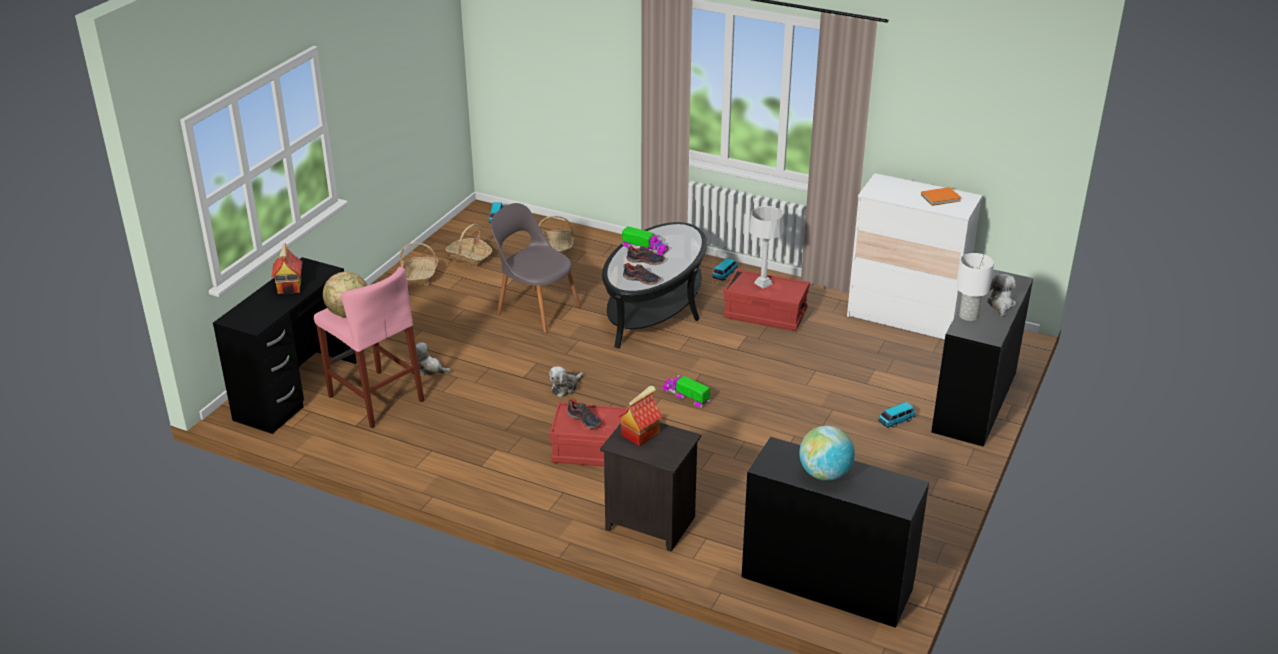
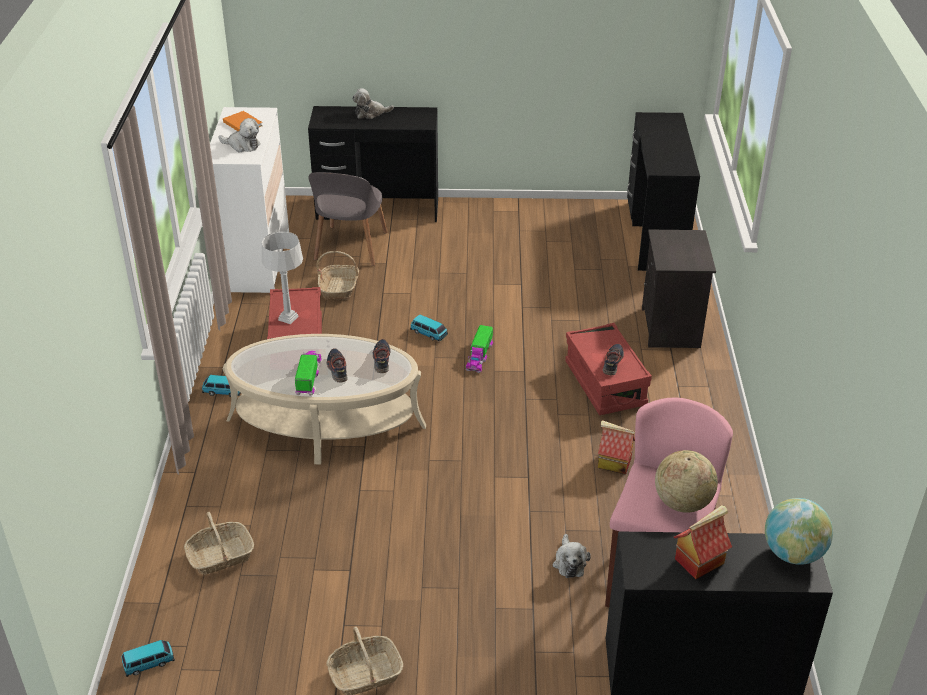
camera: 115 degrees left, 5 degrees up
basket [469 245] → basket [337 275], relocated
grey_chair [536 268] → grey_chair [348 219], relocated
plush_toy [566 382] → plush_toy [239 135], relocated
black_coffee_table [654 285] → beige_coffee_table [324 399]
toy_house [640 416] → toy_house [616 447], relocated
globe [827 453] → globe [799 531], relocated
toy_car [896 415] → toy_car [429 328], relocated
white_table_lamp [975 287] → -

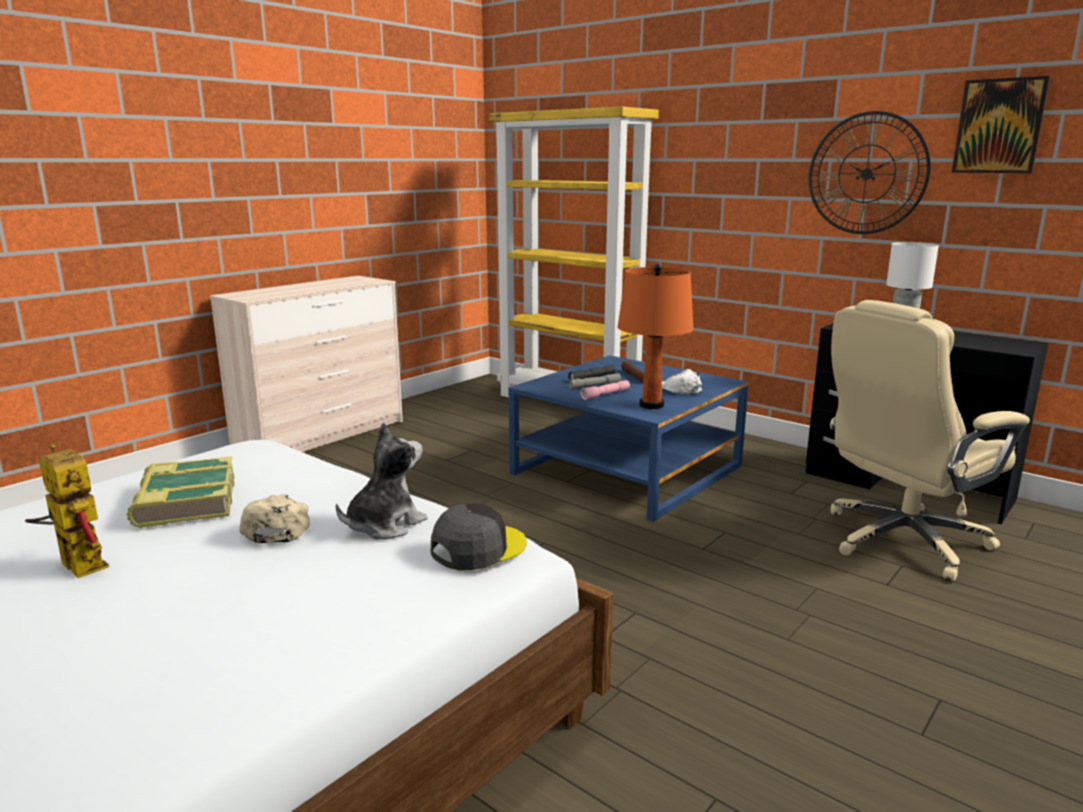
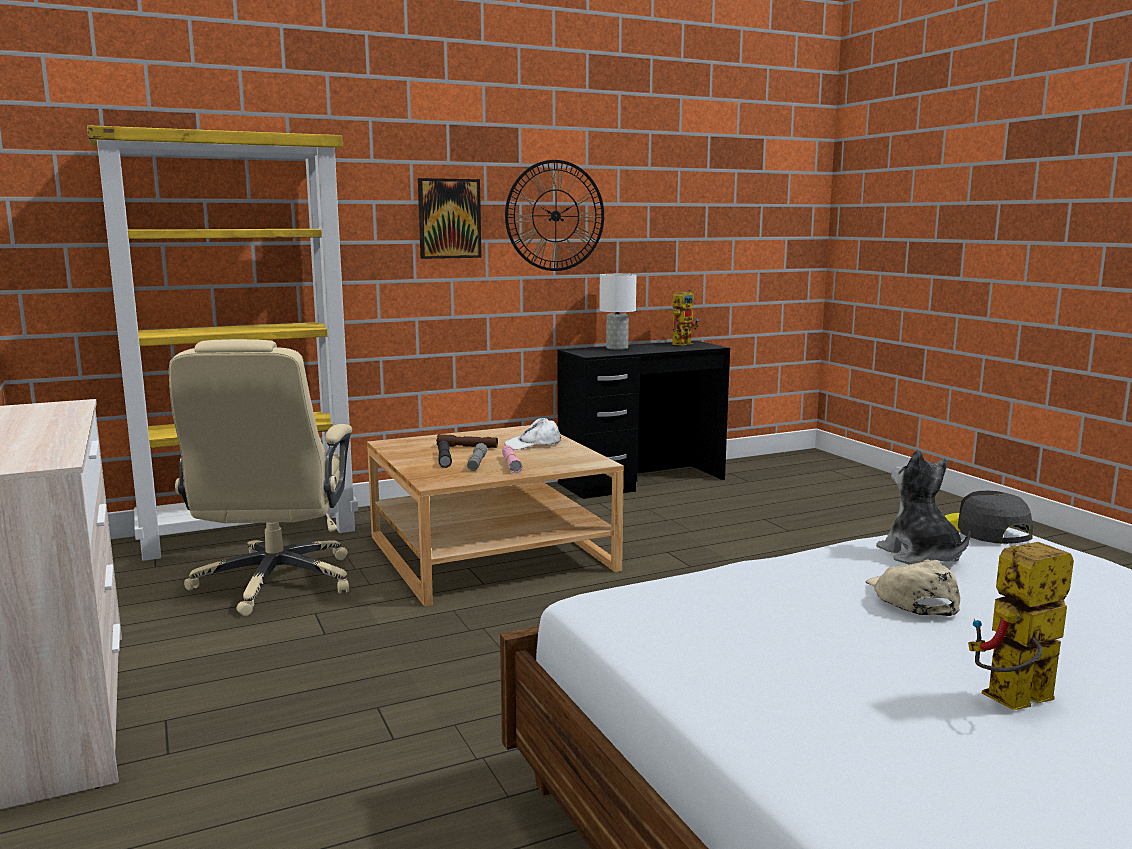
camera: 65 degrees left, 5 degrees down
book [181 492] → -
beige_cap [274 518] → beige_cap [913 588], 75 degrees clockwise
blue_coffee_table [629 438] → beige_coffee_table [495 516]
orange_table_lamp [656 336] → -
beige_office_chair [930 440] → beige_office_chair [260 477], relocated
picture [1001 124] → picture [450 218], relocated
- → toy_robot [685 317]

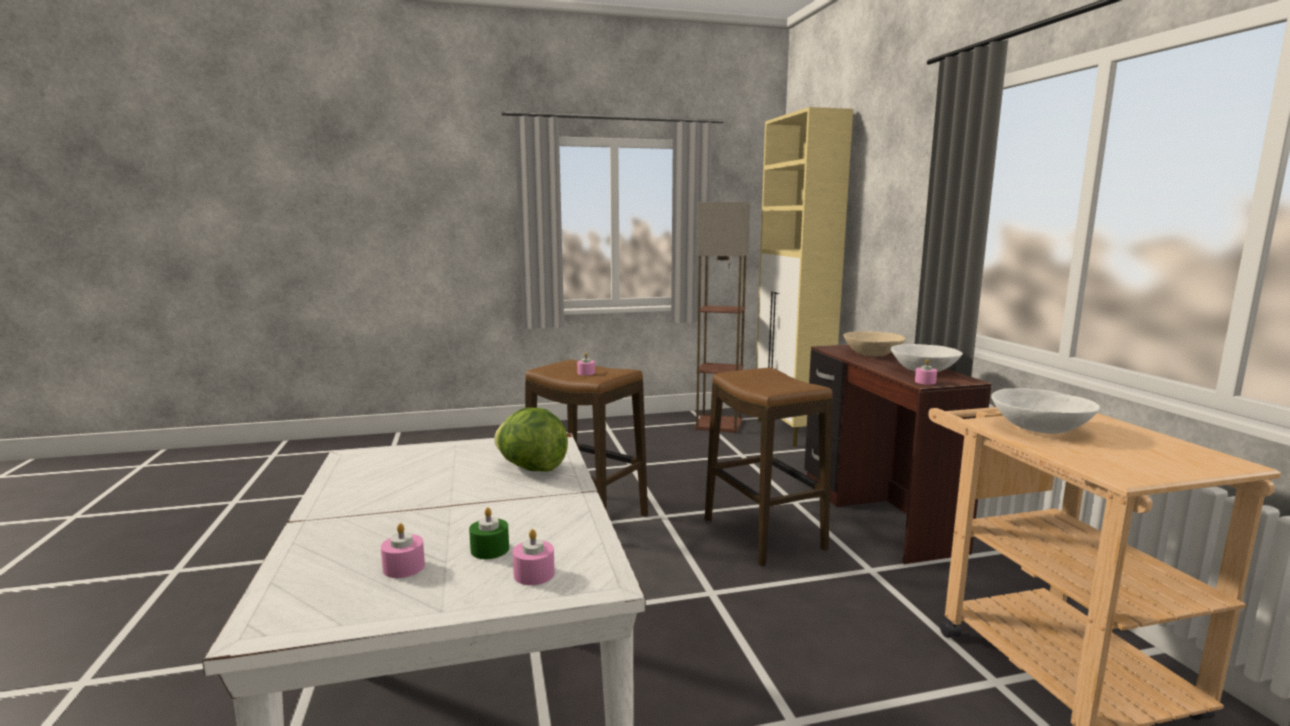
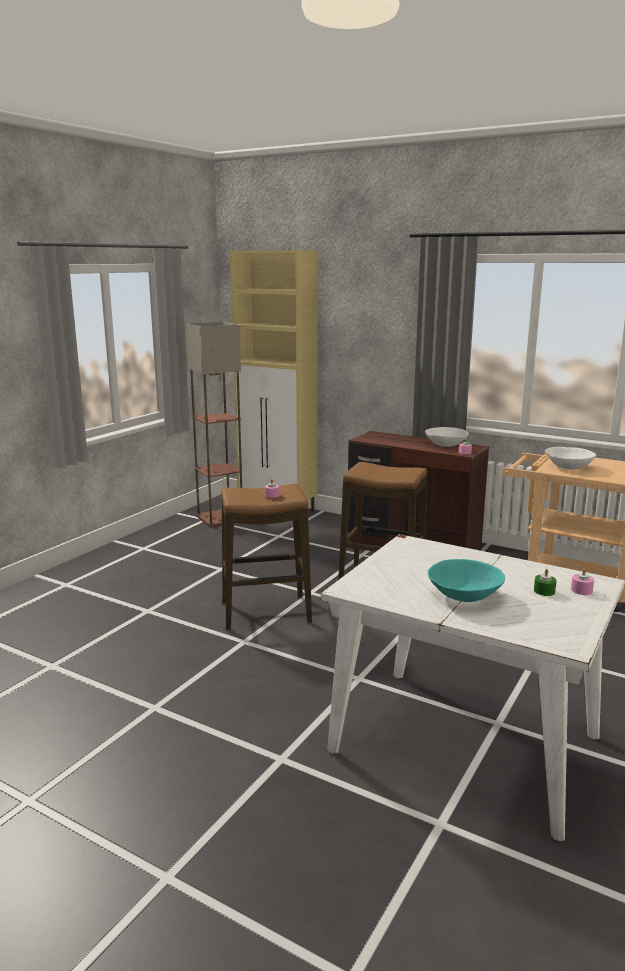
camera: 45 degrees left, 5 degrees up
pink_candle [403 550] → -
lettuce [531 440] → -
beige_bowl [874 343] → -
- → turquoise_bowl [466 580]

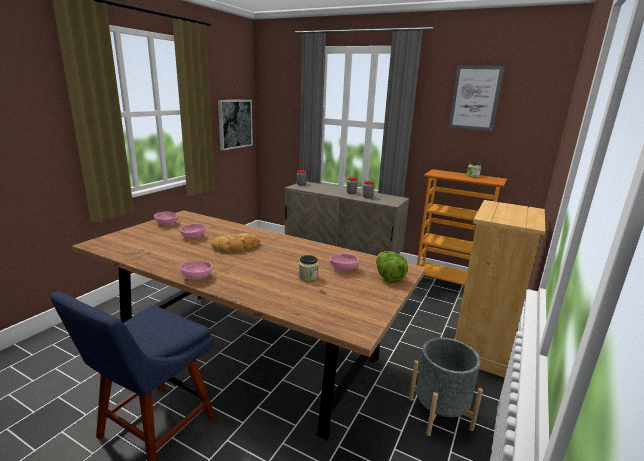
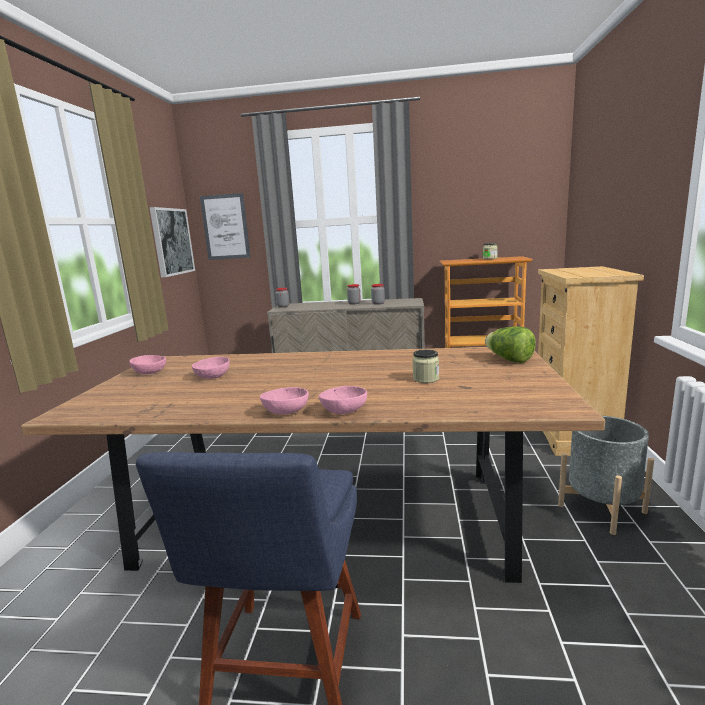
camera: 20 degrees left, 5 degrees down
bread [235 243] → -
pink_bowl [344 262] → pink_bowl [343 400], relocated
picture [476 98] → picture [225 226], relocated

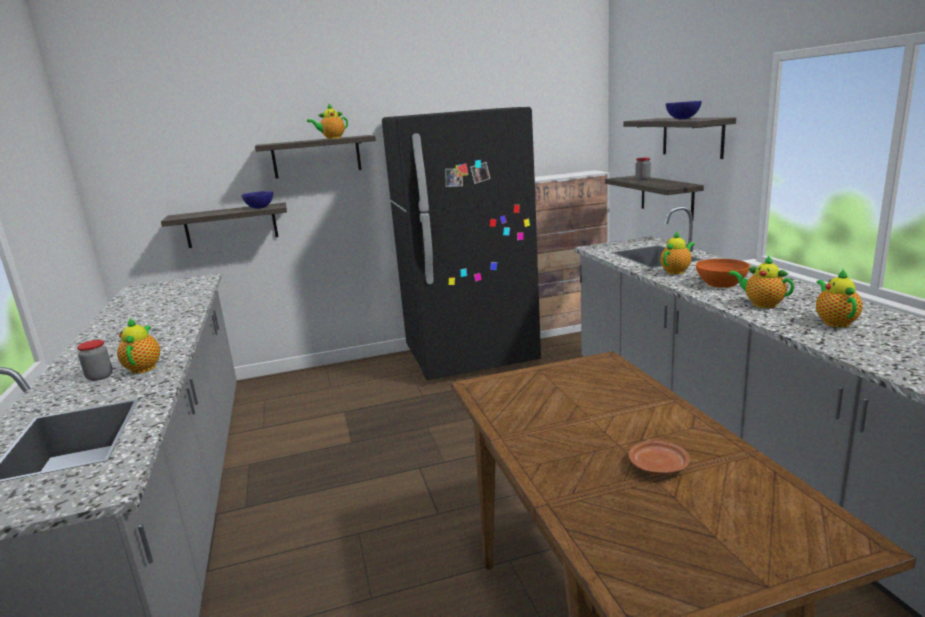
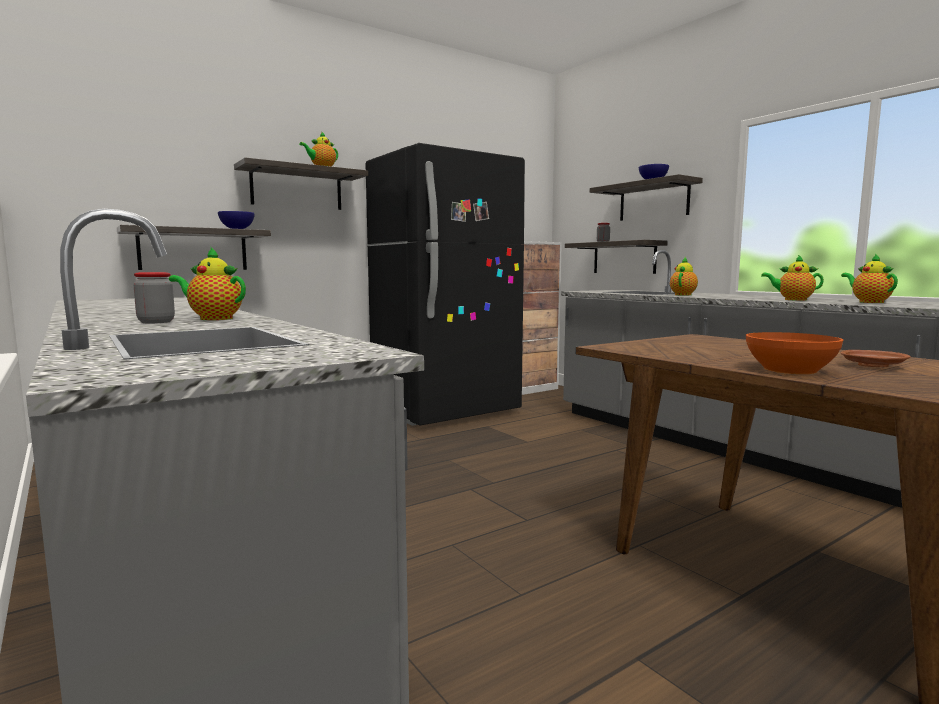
camera: 20 degrees left, 10 degrees down
teapot [138 345] → teapot [207 283], 45 degrees counterclockwise
orange_bowl [723 273] → orange_bowl [794 353], relocated

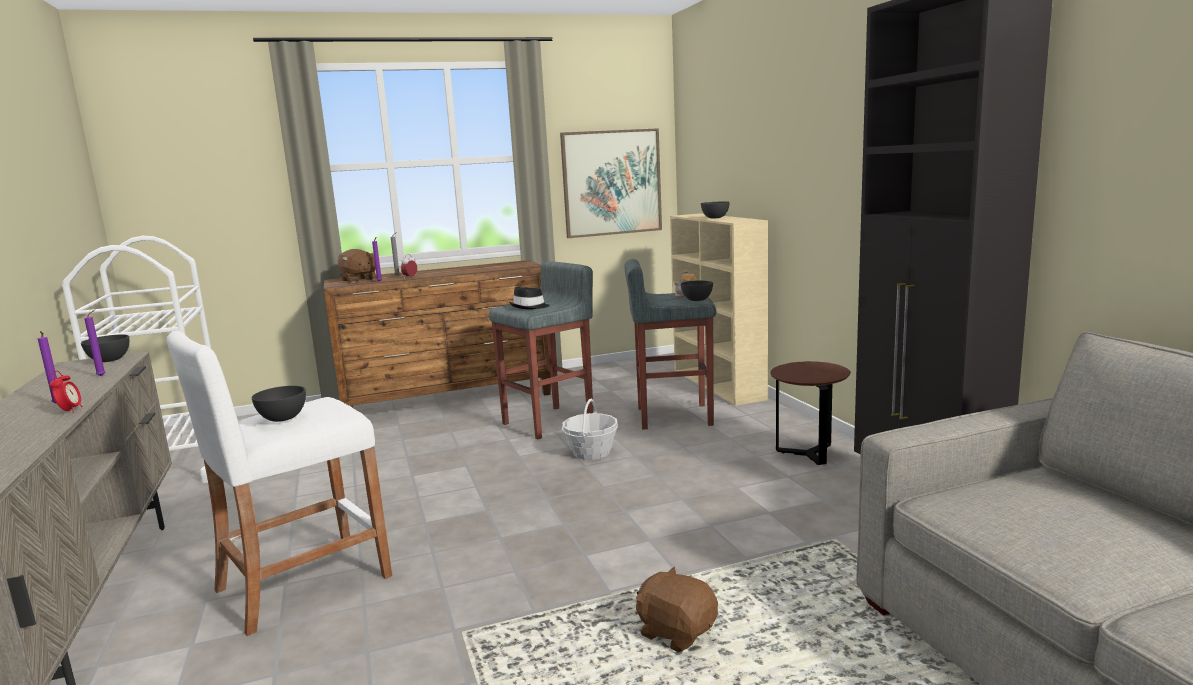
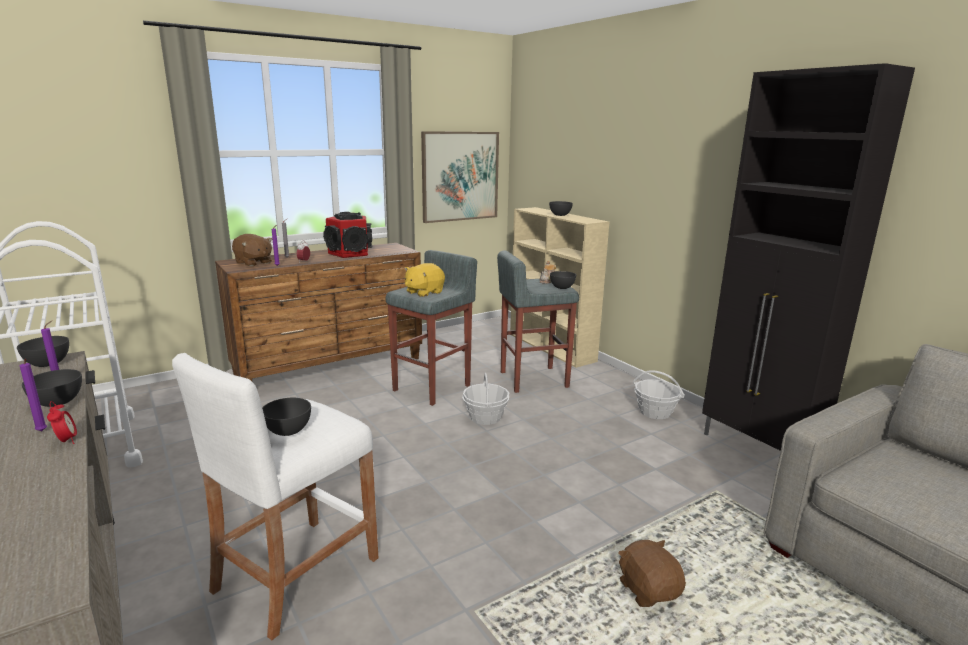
camera: 15 degrees left, 5 degrees up
black_hat [529 298] → yellow_plush_toy [425 280]
brown_plush_toy [677 609] → brown_plush_toy [652 573], 45 degrees clockwise
brown_side_table [810 413] → basket [659 394]
- → grey_bowl [52 388]
- → speaker [347 235]

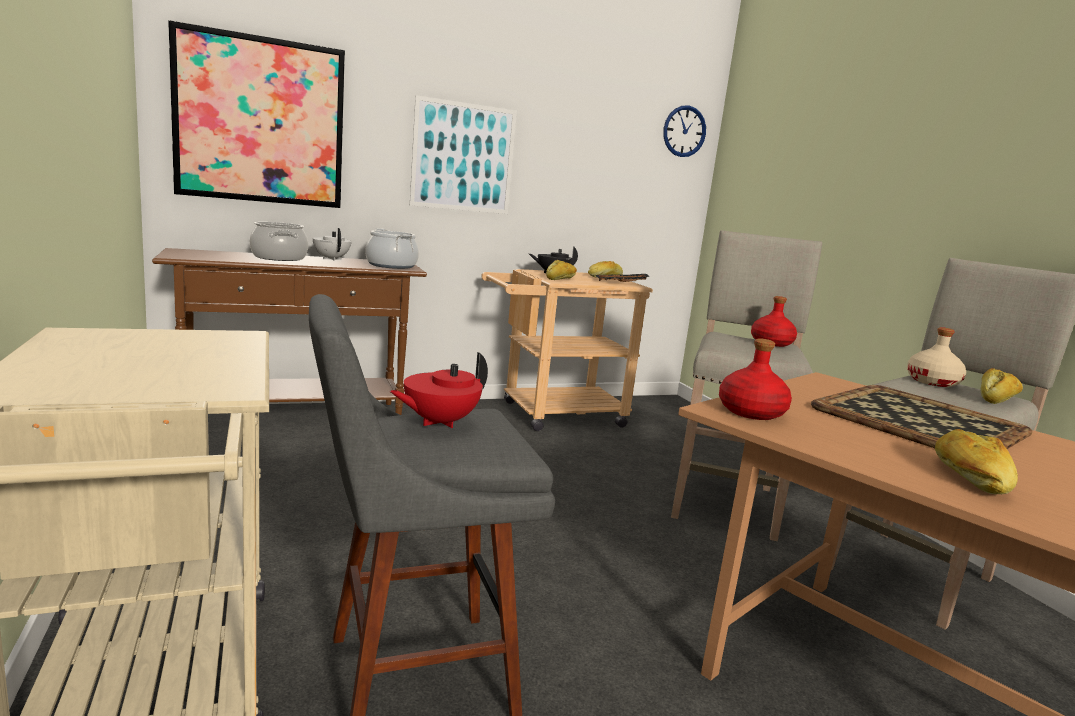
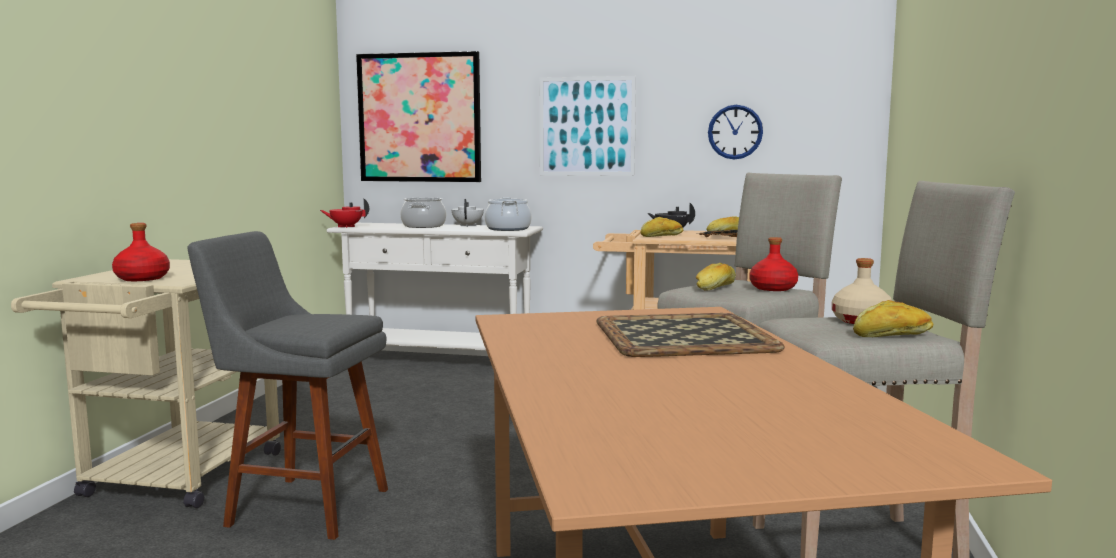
camera: 35 degrees right, 5 degrees down
brown_console_table [289 331] → white_console_table [435 287]
red_teapot [439 390] → red_teapot [344 213], relocated
wall_clock [684 131] → wall_clock [735 132], relocated
red_bottle [755 379] → red_bottle [141 252], relocated
bread [976 461] → bread [716 277], relocated

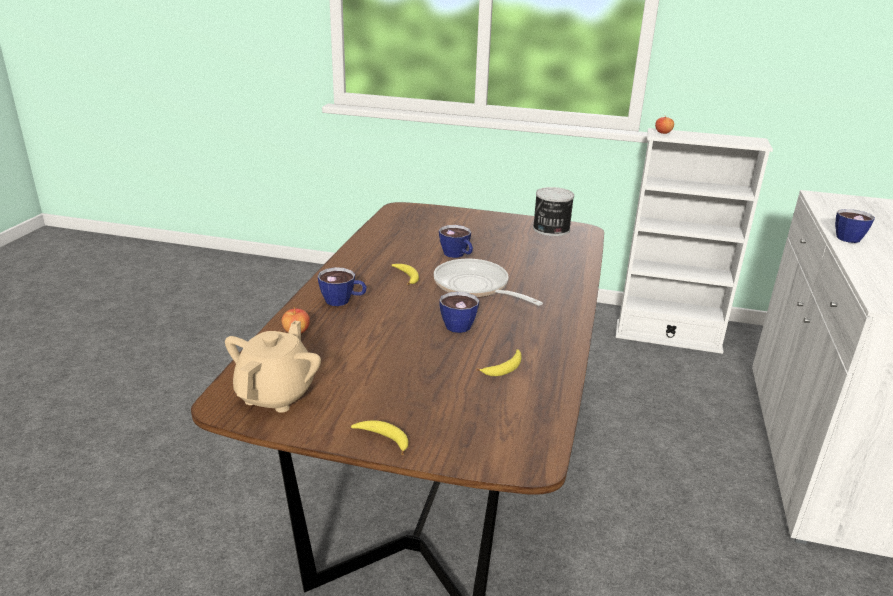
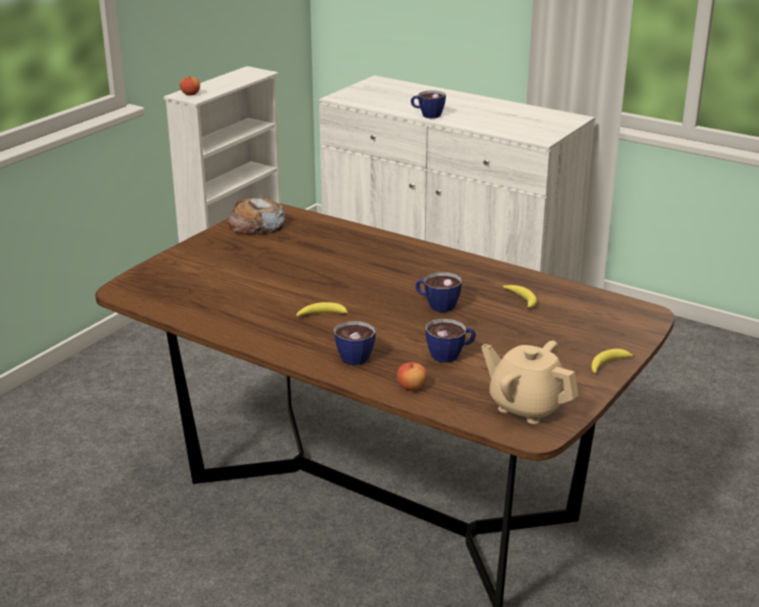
camera: 70 degrees left, 0 degrees up
frying_pan [488 282] → -
cup [456 241] → cup [450 341], relocated
can [553 211] → bread [256 216]

